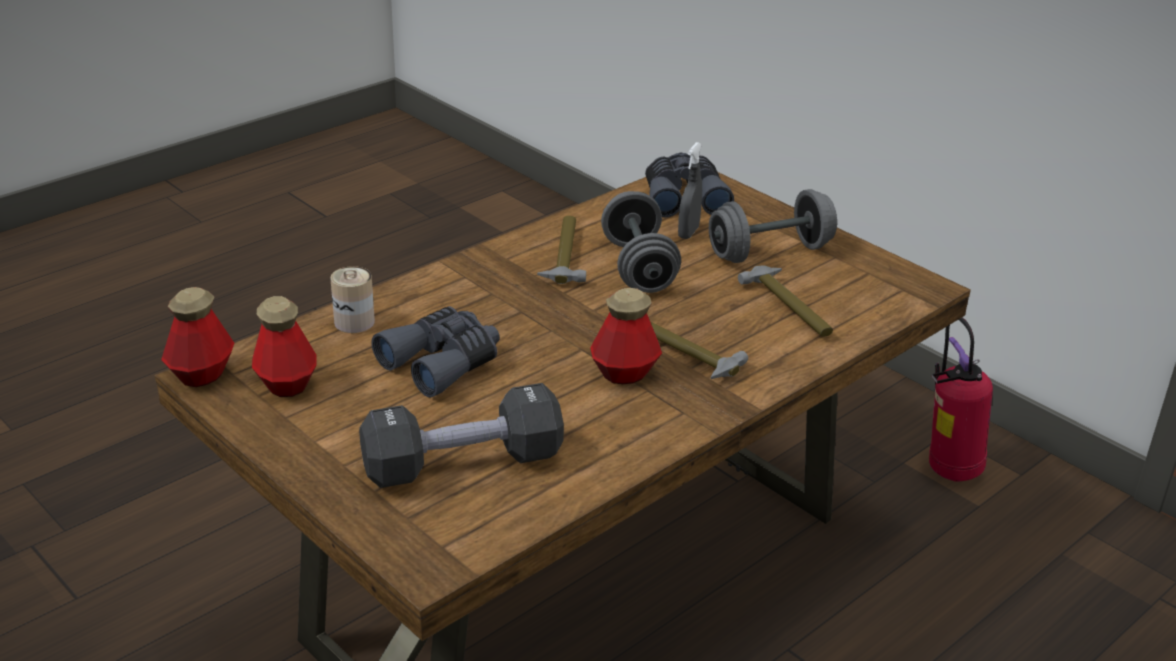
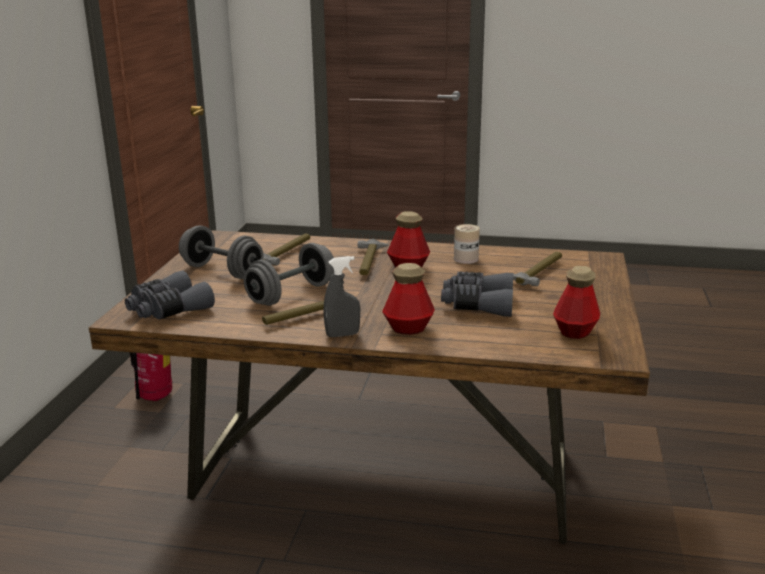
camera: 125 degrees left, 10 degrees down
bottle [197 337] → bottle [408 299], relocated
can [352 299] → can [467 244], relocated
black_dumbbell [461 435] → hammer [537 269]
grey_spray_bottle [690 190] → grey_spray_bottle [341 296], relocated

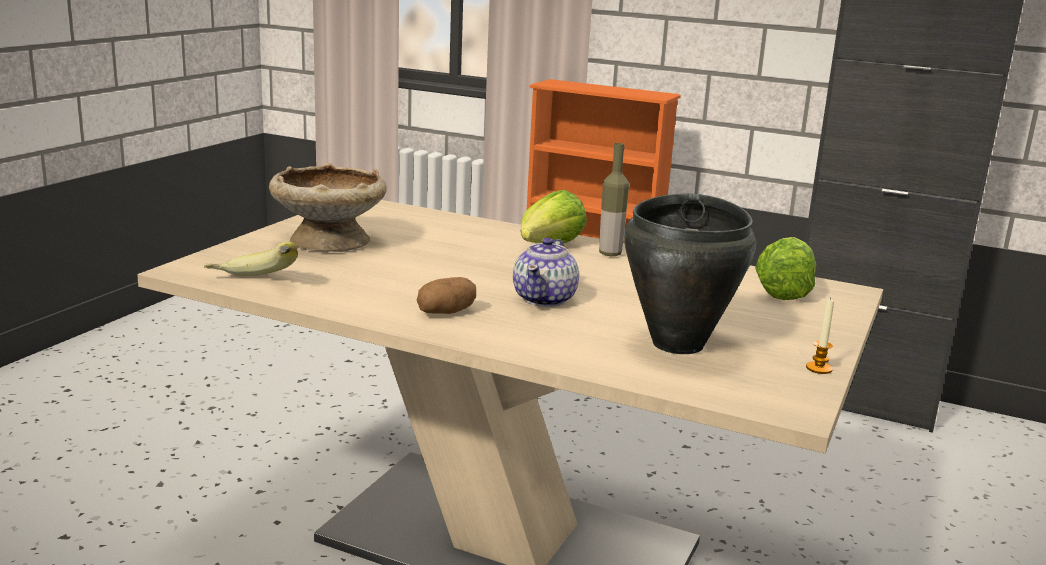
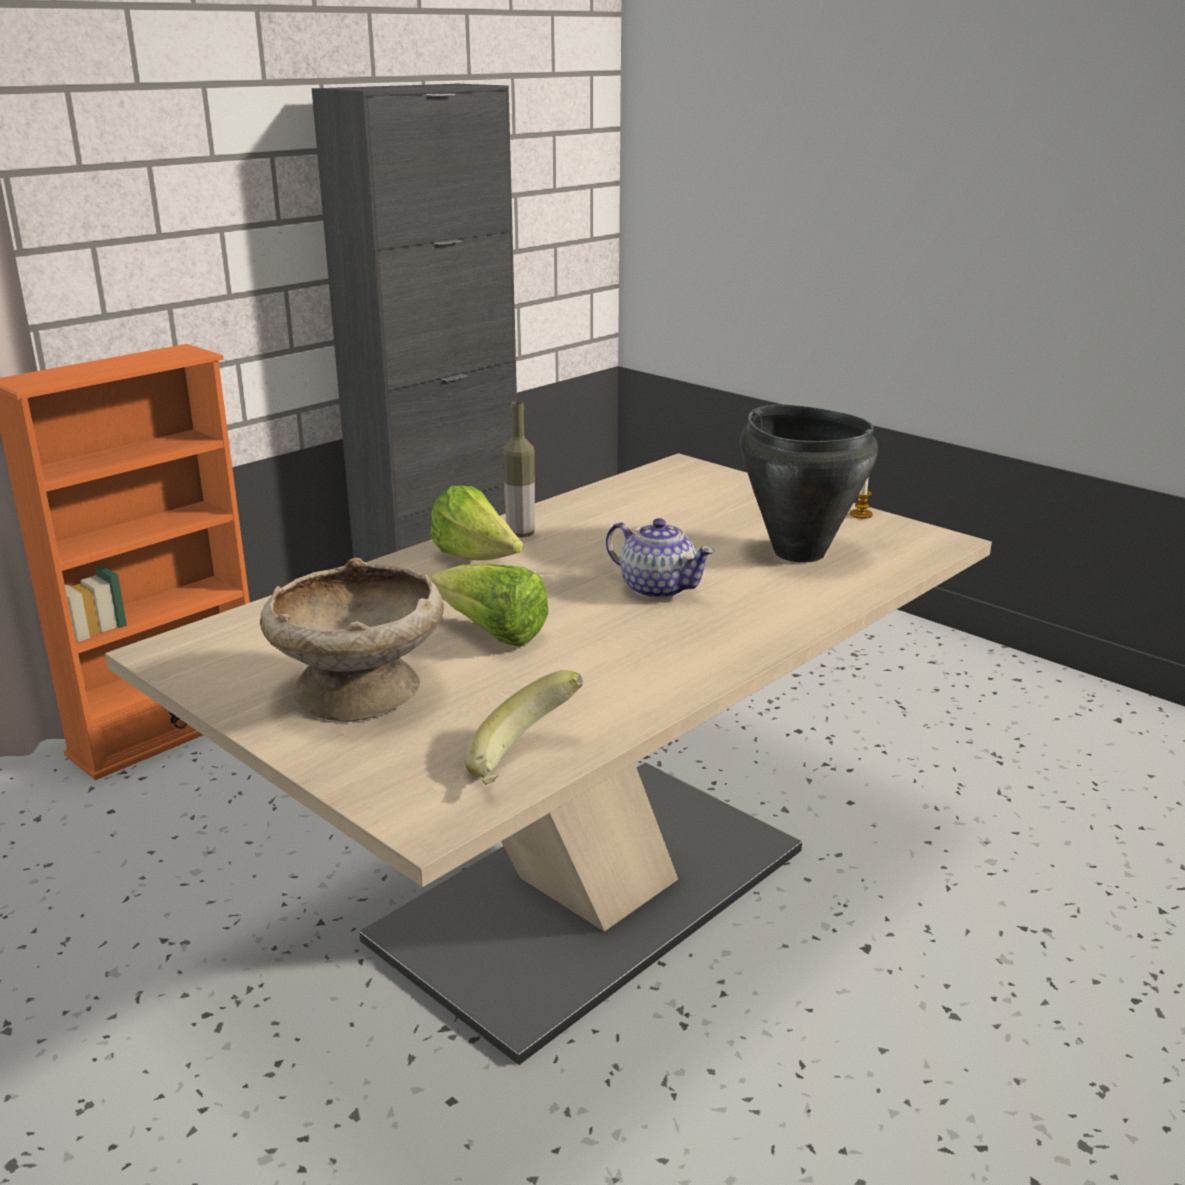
camera: 70 degrees left, 5 degrees up
potato [446 295] → -
lettuce [785 268] → lettuce [488 605], relocated

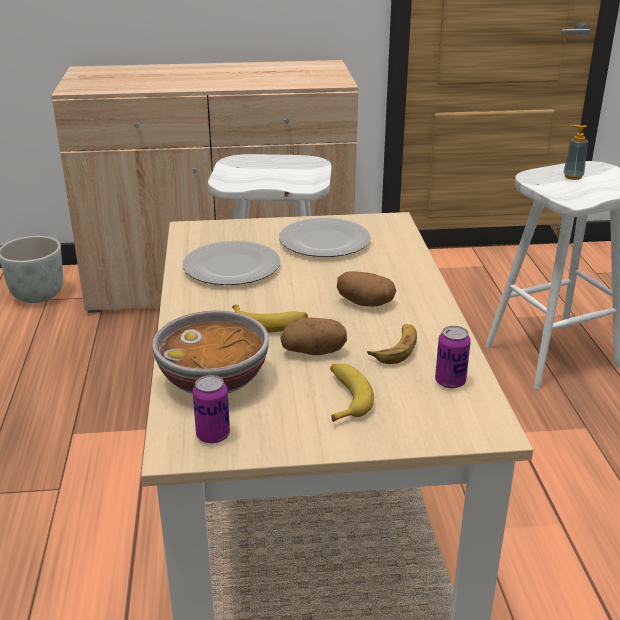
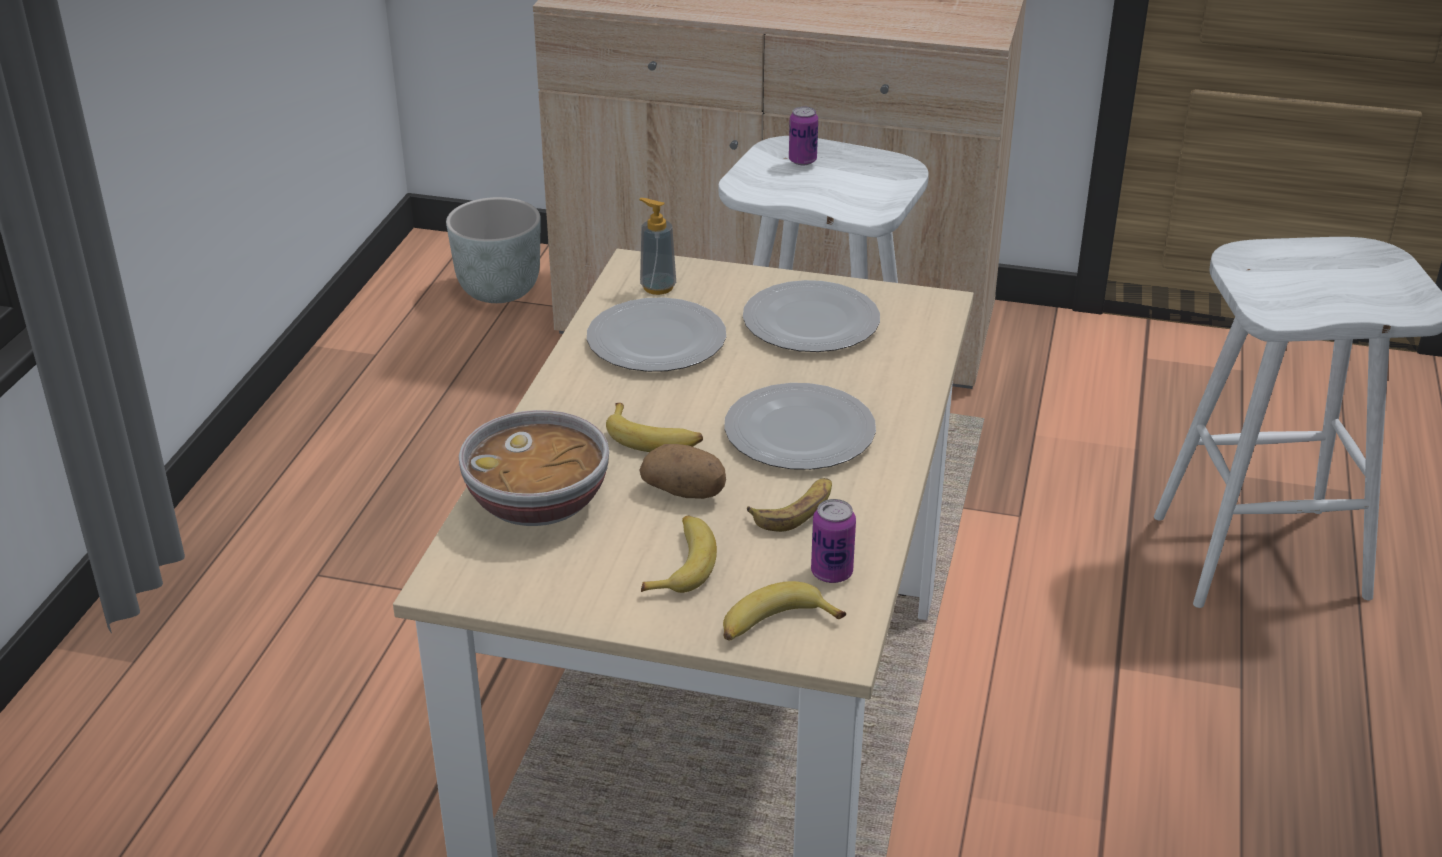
camera: 20 degrees right, 5 degrees up
can [211 409] → can [803 135], relocated
potato [366 289] → plate [800 426]
soap_dispenser [575 152] → soap_dispenser [657 246], relocated
- → banana [784 610]

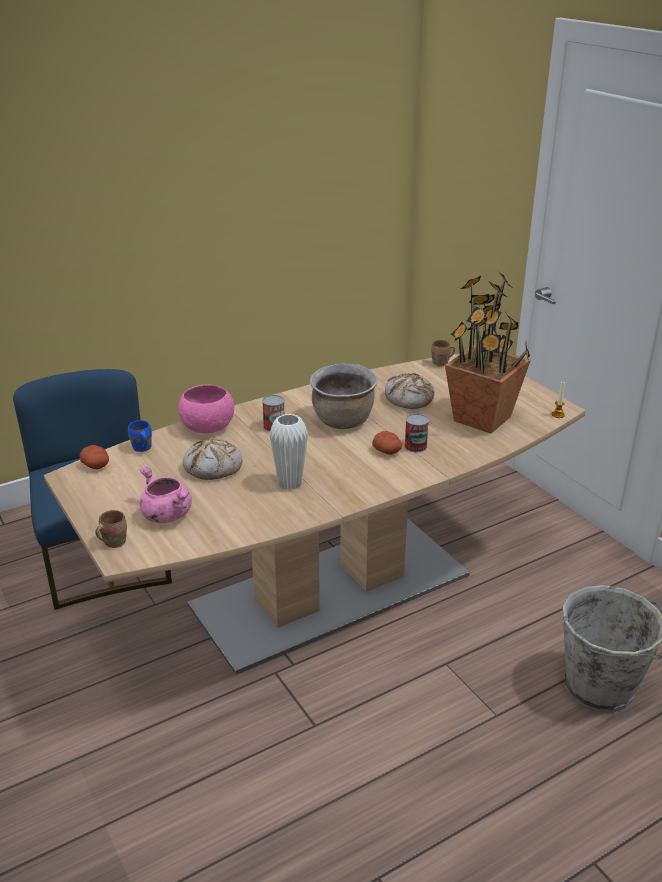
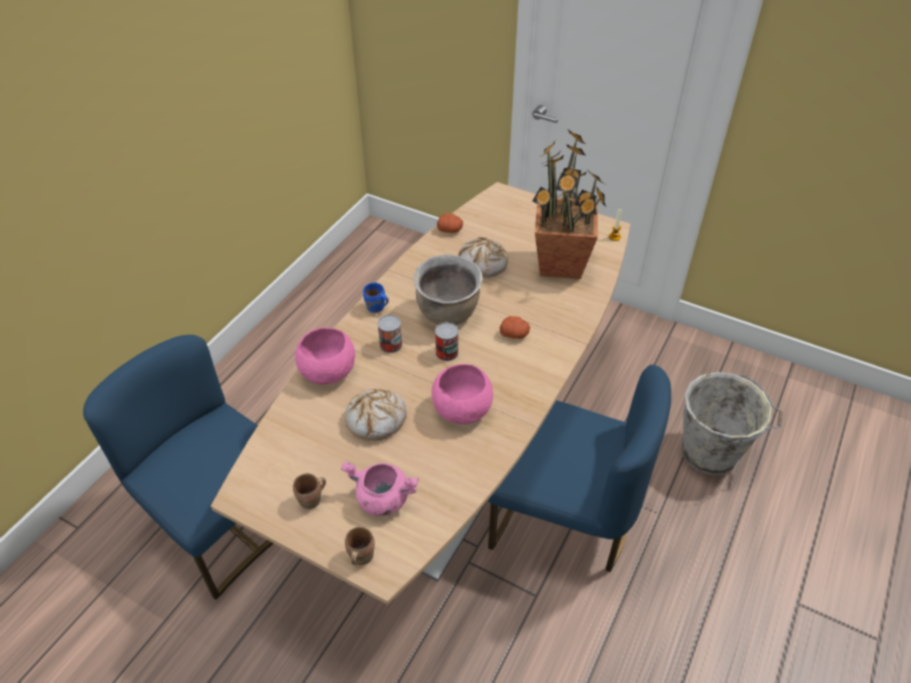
camera: 30 degrees left, 15 degrees up
potato [94 457] → potato [450 223], relocated
blue_mug [140 436] → blue_mug [376 298], relocated
white_vase [289 452] → pink_bowl [462 394]
can [416 433] → can [447 341], relocated
brown_mug [443 353] → brown_mug [309 491], relocated
- → blue_chair [579 468]

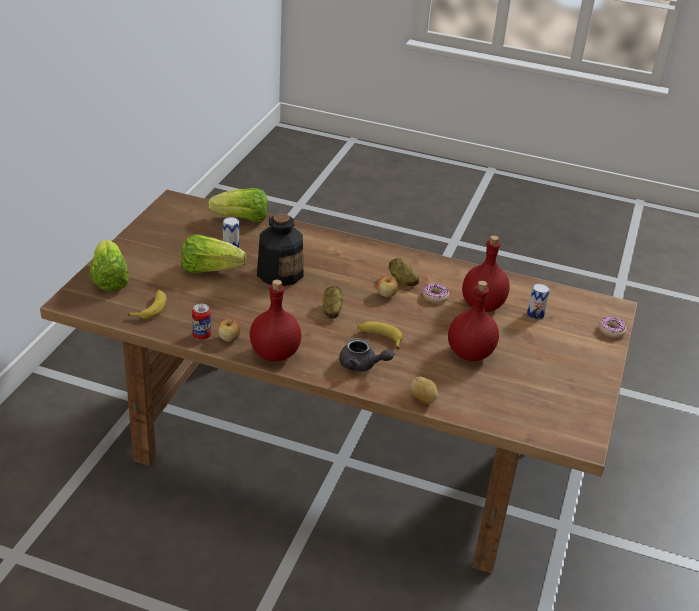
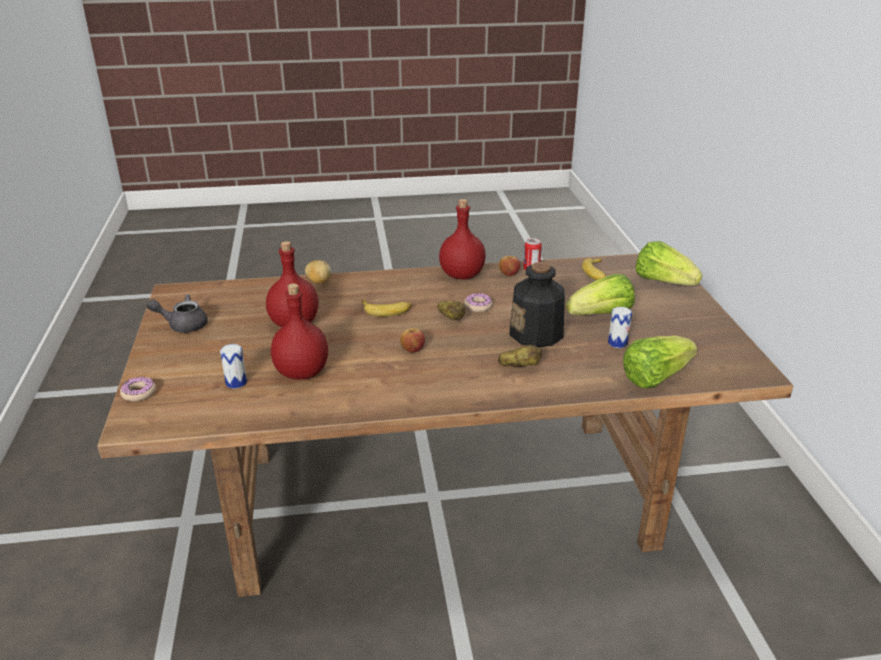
camera: 155 degrees right, 5 degrees down
grey_teapot [366 355] → grey_teapot [177 313], relocated
potato [404 272] → potato [520 356], relocated
donut [436 293] → donut [478 302], relocated

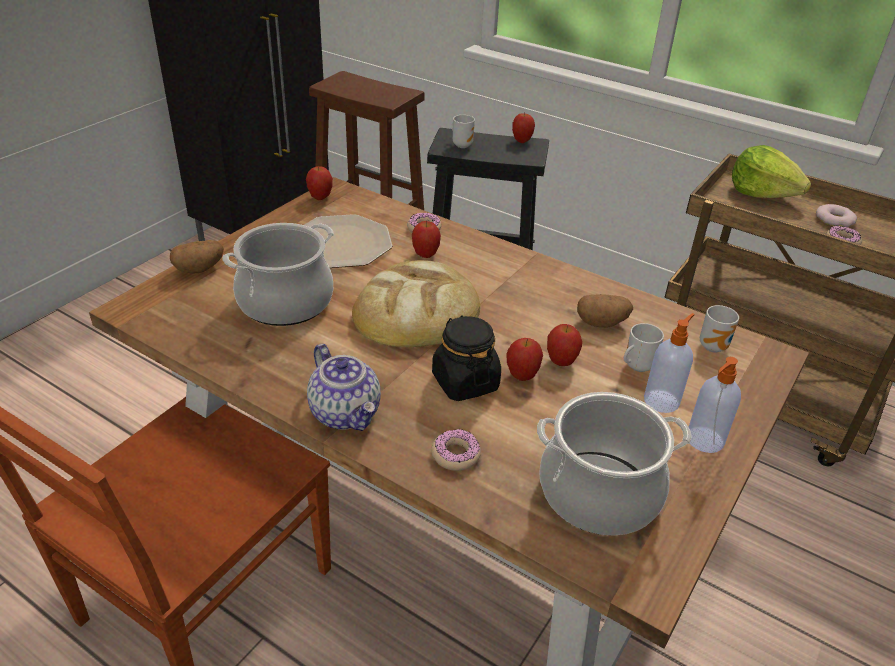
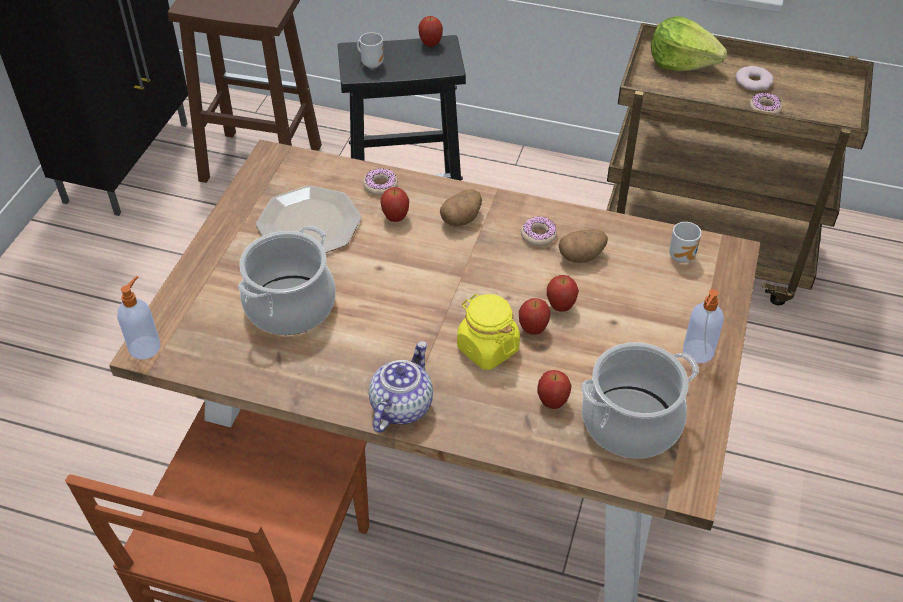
camera: 15 degrees left, 10 degrees up
potato [197 256] → potato [461 207], relocated
apple [319 183] → apple [555 389], relocated
teapot [344 387] → teapot [401 387], 105 degrees counterclockwise
bread [416 303] → -
donut [456 450] → donut [539 231], relocated
black_jar [466 358] → yellow_jar [488 332]
mug [644 347] → -
soap_dispenser [669 363] → soap_dispenser [138 318], relocated

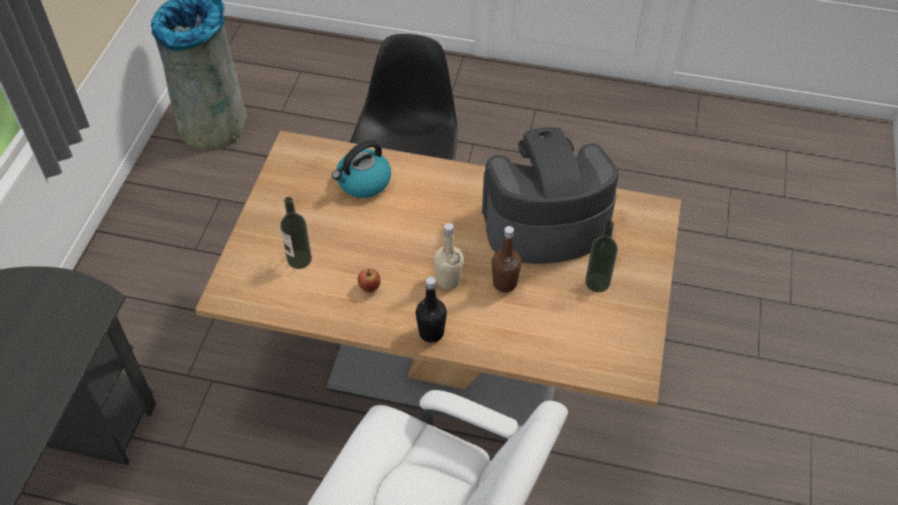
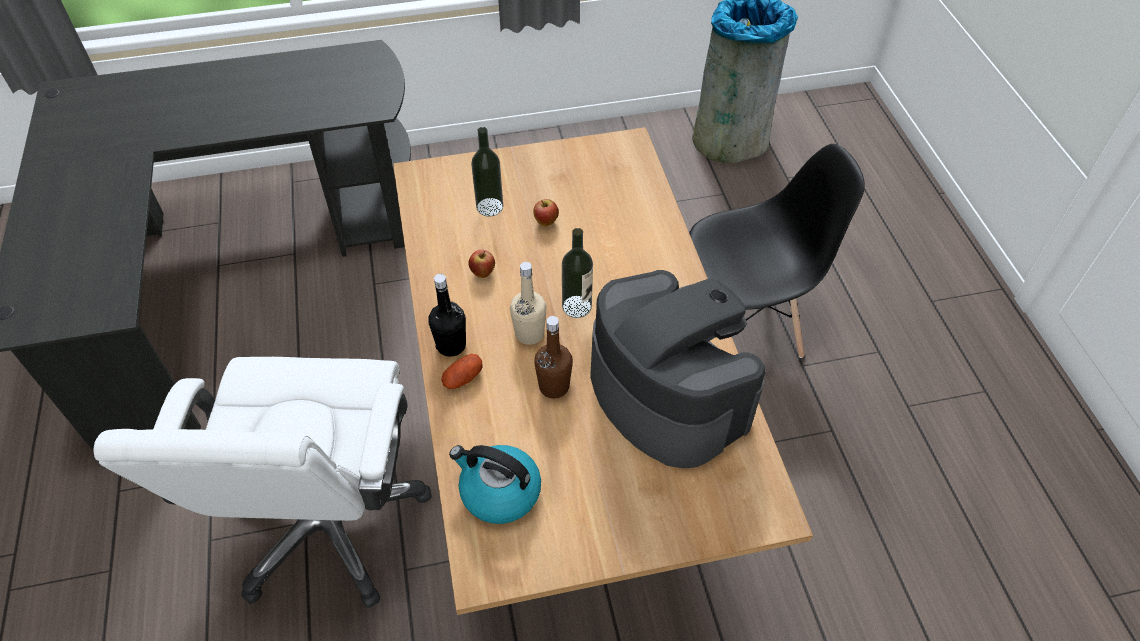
camera: 65 degrees right, 0 degrees up
kettle [361 169] → kettle [495 484], relocated
bottle [601 256] → bottle [577 273], relocated
- → potato [461 371]
- → apple [546 212]

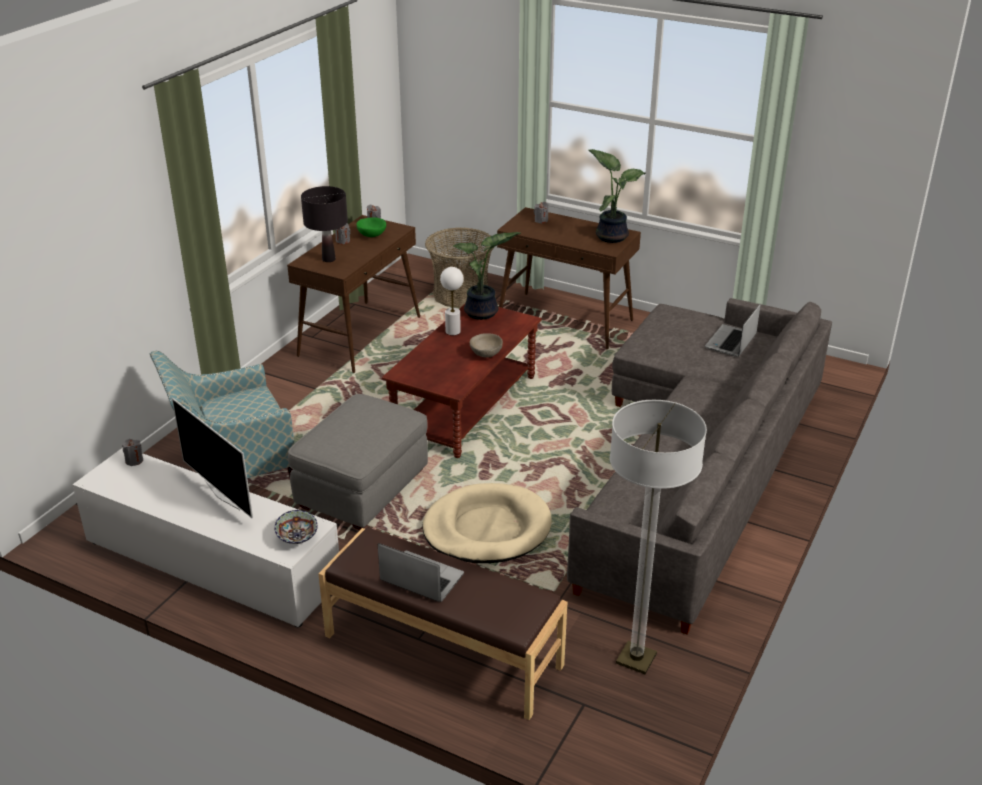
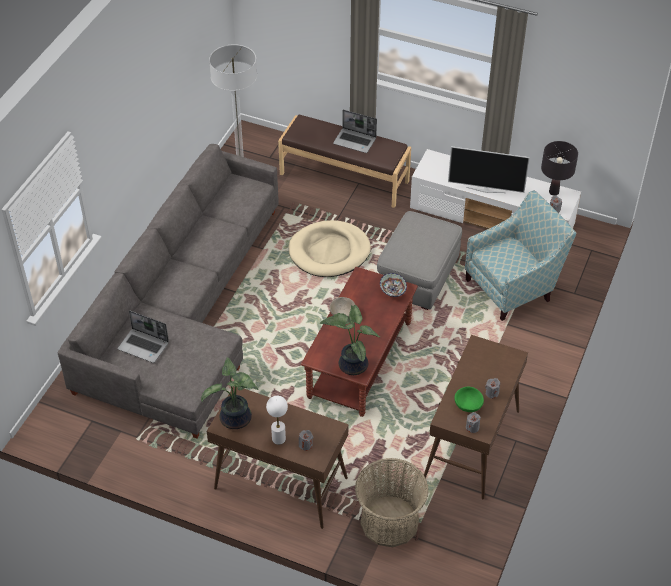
camera: 175 degrees right, 15 degrees up
television [212 458] → television [489 169], 150 degrees clockwise
bowl [296 527] → bowl [393 285], relocated
black_table_lamp [324 224] → black_table_lamp [559 168], relocated
white_table_lamp [452 301] → white_table_lamp [277 420], relocated
laptop [733 330] → laptop [143 336], 90 degrees clockwise

